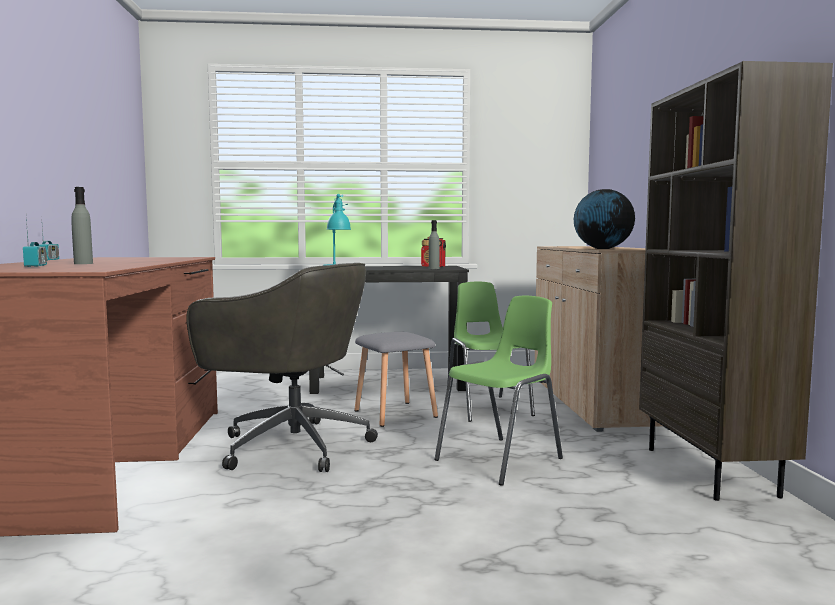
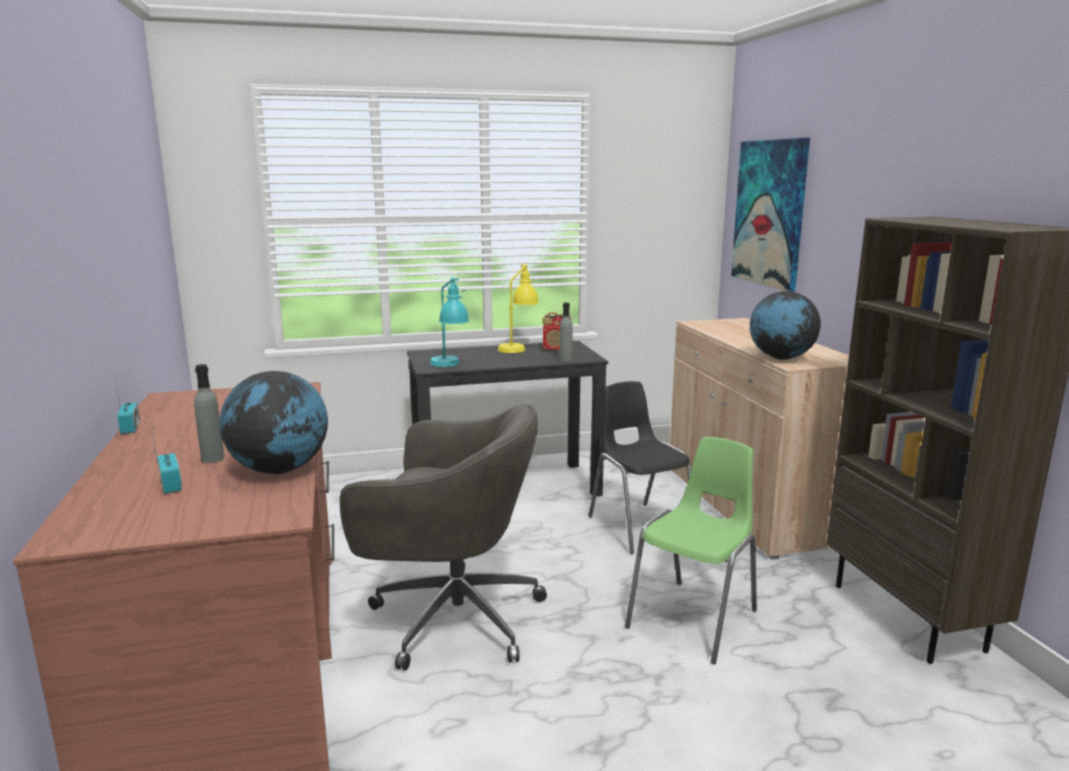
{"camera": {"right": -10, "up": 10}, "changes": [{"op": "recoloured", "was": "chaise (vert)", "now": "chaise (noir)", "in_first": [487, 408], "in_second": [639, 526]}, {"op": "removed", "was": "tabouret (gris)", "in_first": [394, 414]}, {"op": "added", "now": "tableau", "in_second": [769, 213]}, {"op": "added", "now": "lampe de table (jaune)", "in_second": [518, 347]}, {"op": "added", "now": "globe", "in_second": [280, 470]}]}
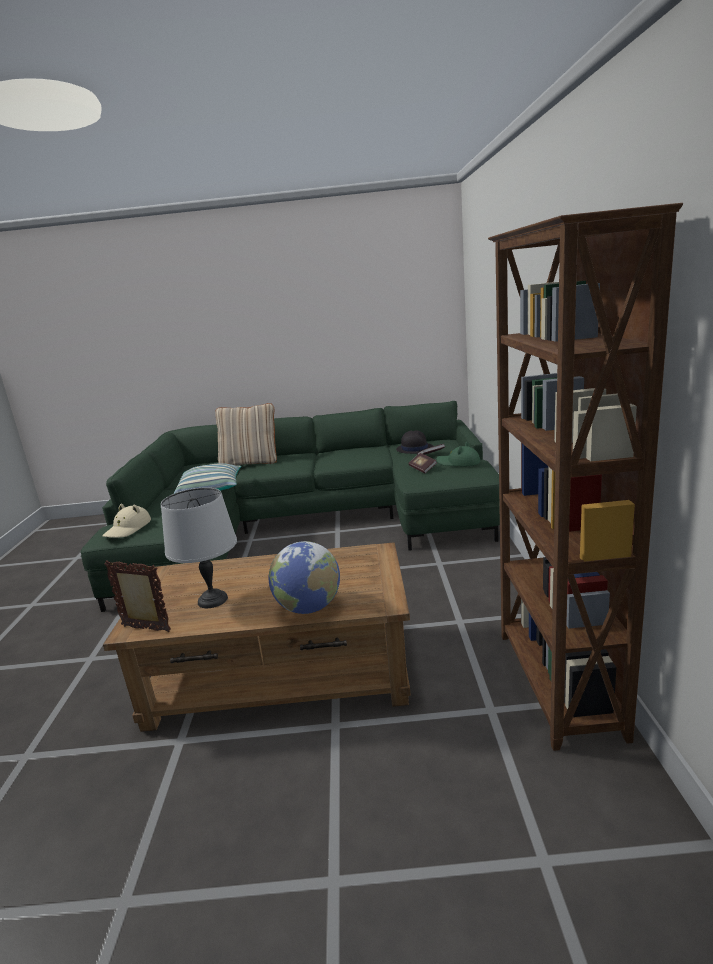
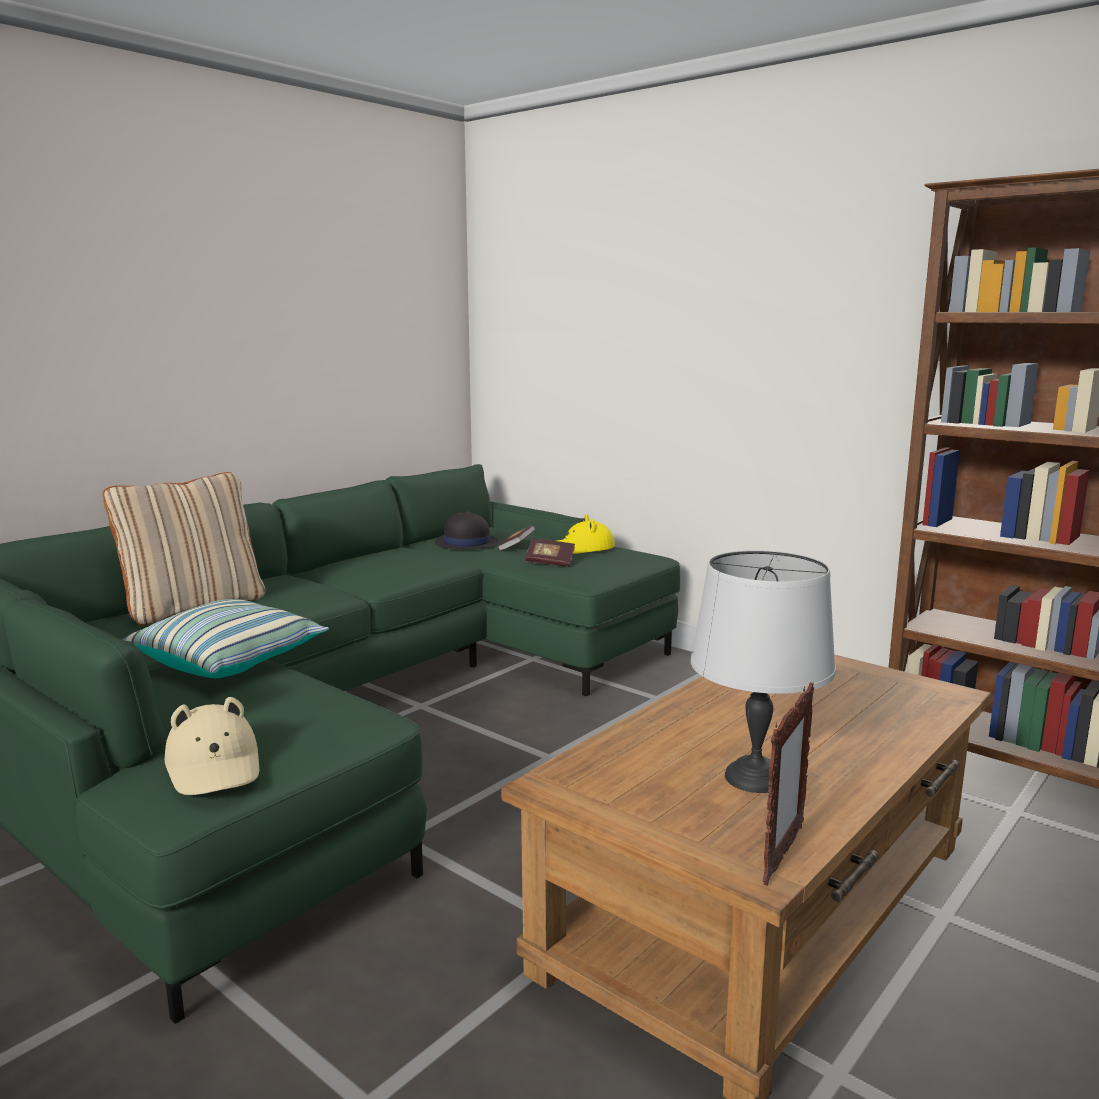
{"camera": {"right": -50, "up": -5}, "changes": [{"op": "recoloured", "was": "chapeau (vert)", "now": "chapeau (jaune)", "in_first": [458, 463], "in_second": [579, 549]}, {"op": "removed", "was": "globe", "in_first": [309, 608]}, {"op": "turned", "was": "cadre photo", "in_first": [146, 629], "in_second": [782, 855], "clockwise": 150}]}
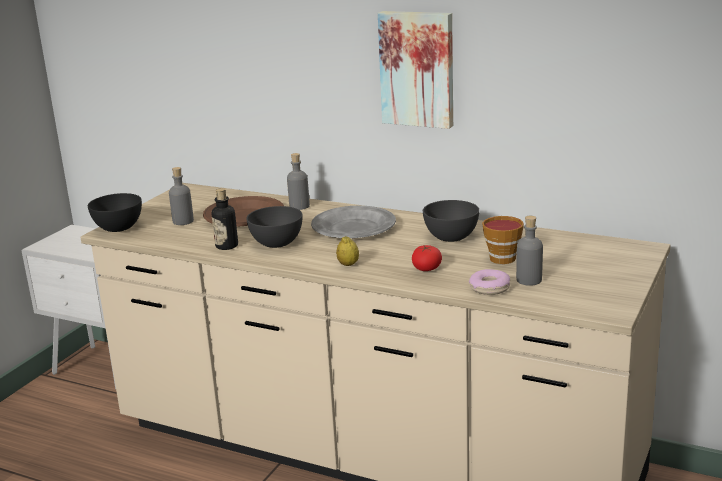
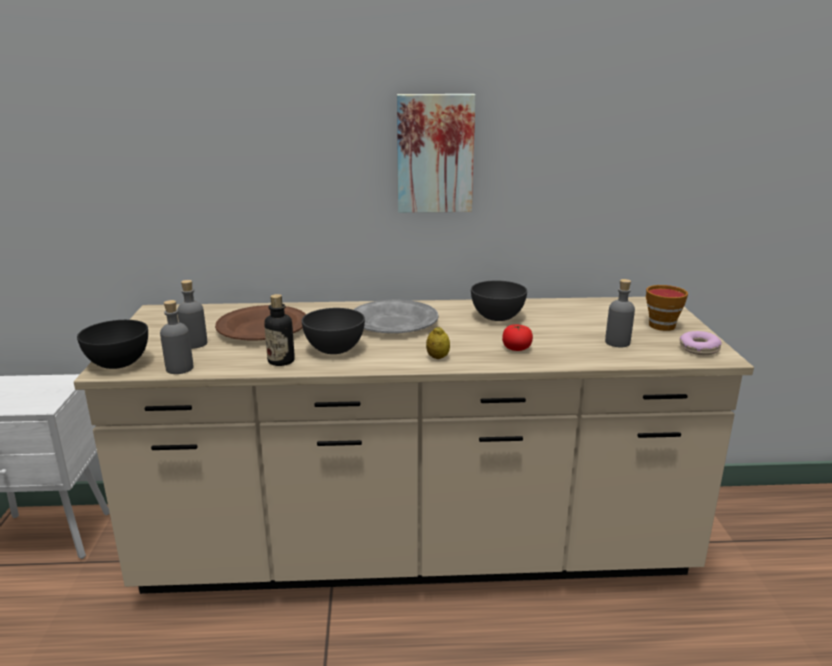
{"camera": {"right": -30, "up": 0}, "changes": [{"op": "moved", "was": "bouteille (gris)", "in_first": [299, 206], "in_second": [179, 368]}, {"op": "moved", "was": "tasse", "in_first": [501, 257], "in_second": [659, 324]}, {"op": "moved", "was": "beignet", "in_first": [489, 288], "in_second": [699, 349]}]}
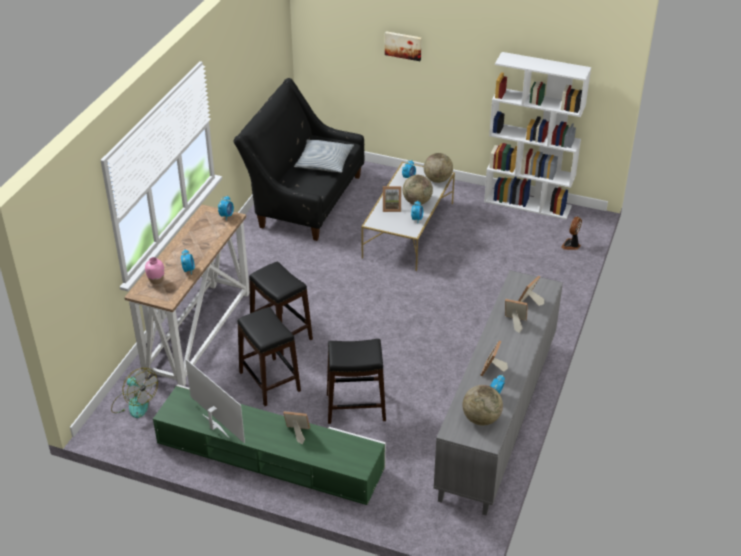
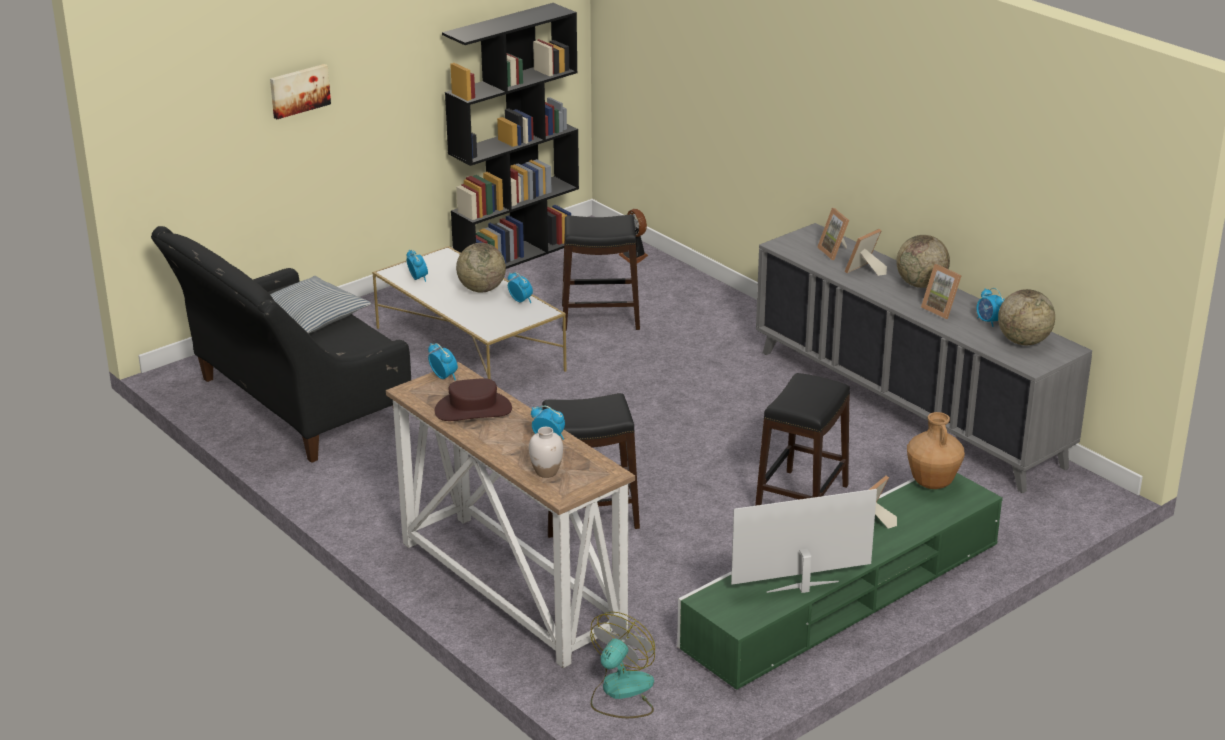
{"camera": {"right": -60, "up": -10}, "changes": [{"op": "recoloured", "was": "bibliothèque (blanc)", "now": "bibliothèque (noir)", "in_first": [528, 204], "in_second": [517, 254]}, {"op": "moved", "was": "globe", "in_first": [437, 179], "in_second": [921, 284]}, {"op": "removed", "was": "cadre photo", "in_first": [391, 207]}, {"op": "recoloured", "was": "vase (rose)", "now": "vase (blanc)", "in_first": [156, 280], "in_second": [546, 472]}, {"op": "moved", "was": "tabouret (noir)", "in_first": [269, 382], "in_second": [600, 317]}, {"op": "turned", "was": "ventilateur", "in_first": [134, 403], "in_second": [621, 692], "clockwise": -45}, {"op": "added", "now": "chapeau (marron)", "in_second": [473, 409]}, {"op": "added", "now": "vase (marron)", "in_second": [932, 483]}]}
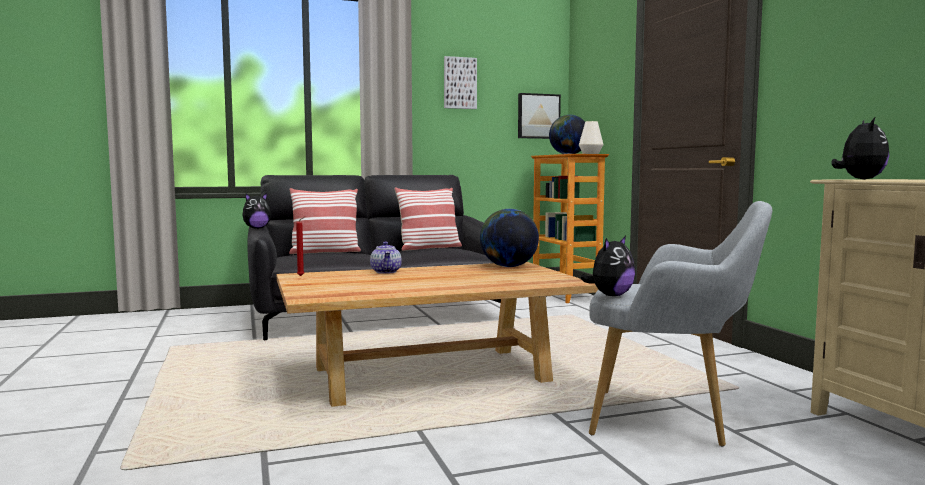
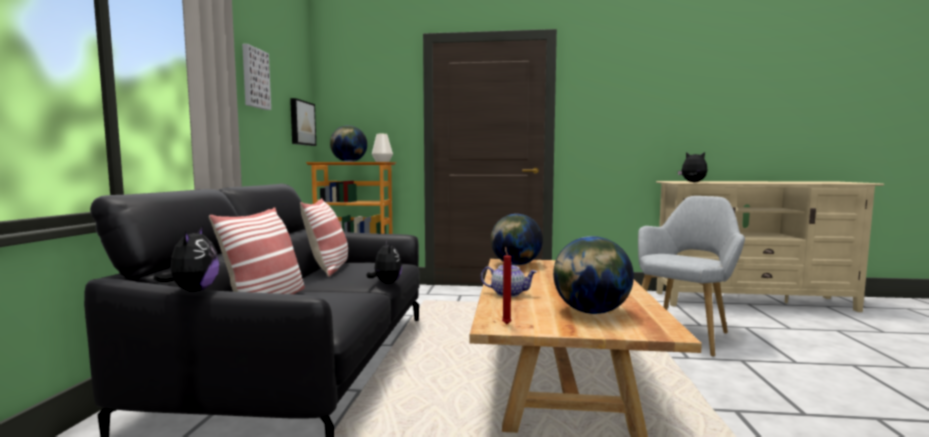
{"camera": {"right": -65, "up": 0}, "changes": [{"op": "moved", "was": "peluche", "in_first": [610, 295], "in_second": [386, 283]}, {"op": "added", "now": "globe", "in_second": [591, 312]}]}
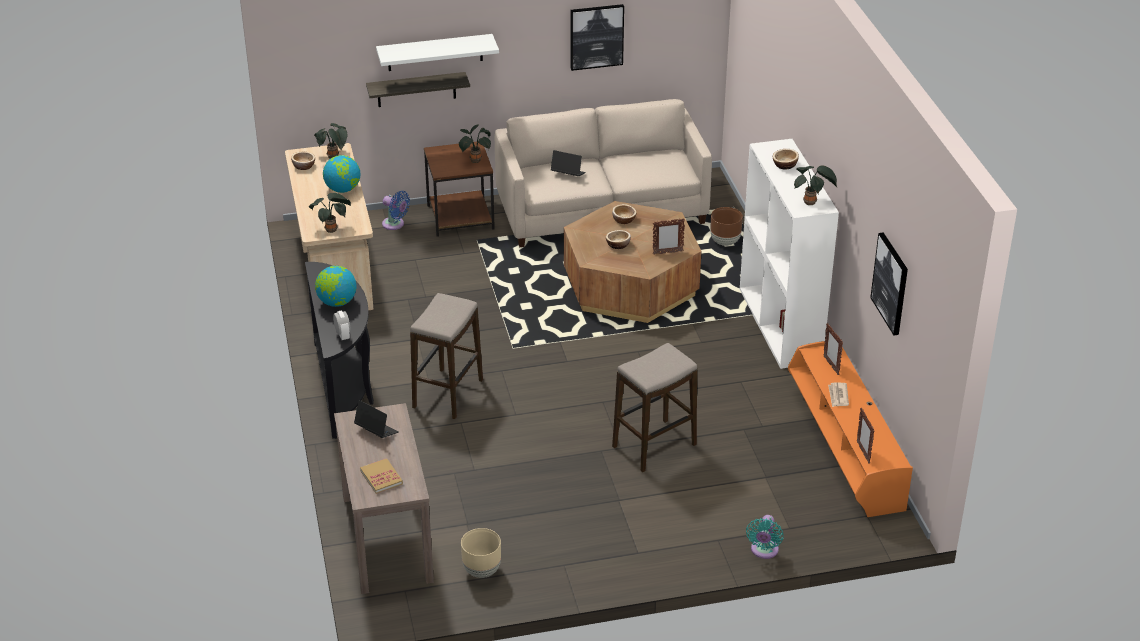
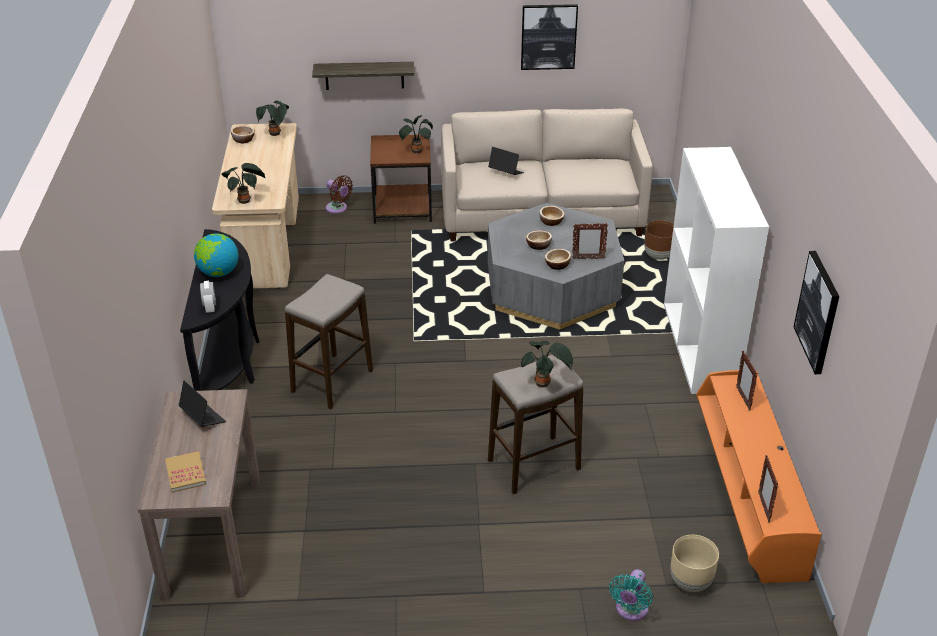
{"camera": {"right": 10, "up": 0}, "changes": [{"op": "removed", "was": "étagère (blanc)", "in_first": [435, 52]}, {"op": "moved", "was": "bol", "in_first": [785, 165], "in_second": [557, 265]}, {"op": "removed", "was": "globe", "in_first": [343, 189]}, {"op": "moved", "was": "plante en pot", "in_first": [811, 202], "in_second": [544, 384]}, {"op": "recoloured", "was": "ventilateur (bleu)", "now": "ventilateur (marron)", "in_first": [395, 224], "in_second": [338, 209]}, {"op": "recoloured", "was": "table basse (marron)", "now": "table basse (gris)", "in_first": [631, 284], "in_second": [552, 289]}, {"op": "removed", "was": "journal", "in_first": [838, 396]}, {"op": "moved", "was": "cache-pot (beige)", "in_first": [482, 570], "in_second": [691, 582]}]}
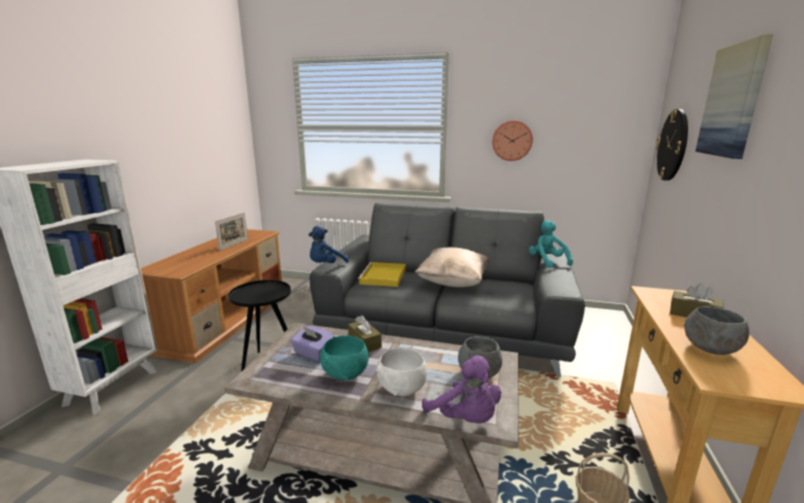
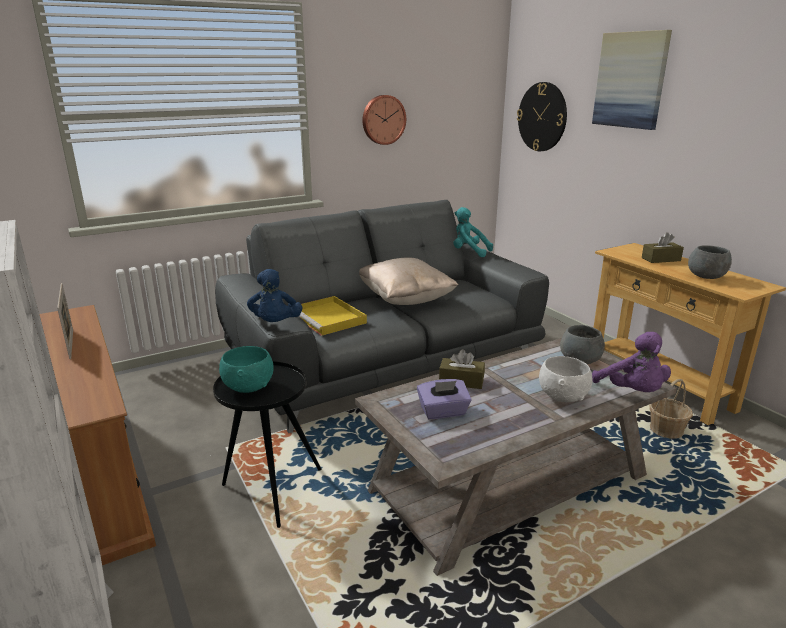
{"camera": {"right": -45, "up": 5}, "changes": [{"op": "moved", "was": "bol (turquoise)", "in_first": [346, 374], "in_second": [249, 387]}, {"op": "turned", "was": "peluche (violet)", "in_first": [465, 419], "in_second": [632, 392], "clockwise": 60}]}
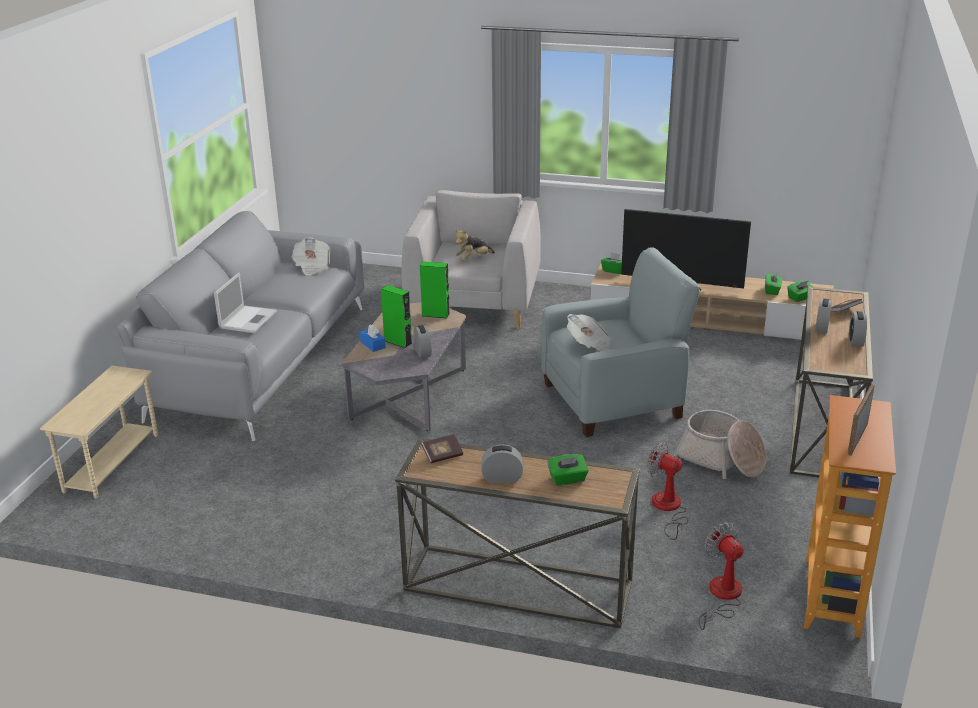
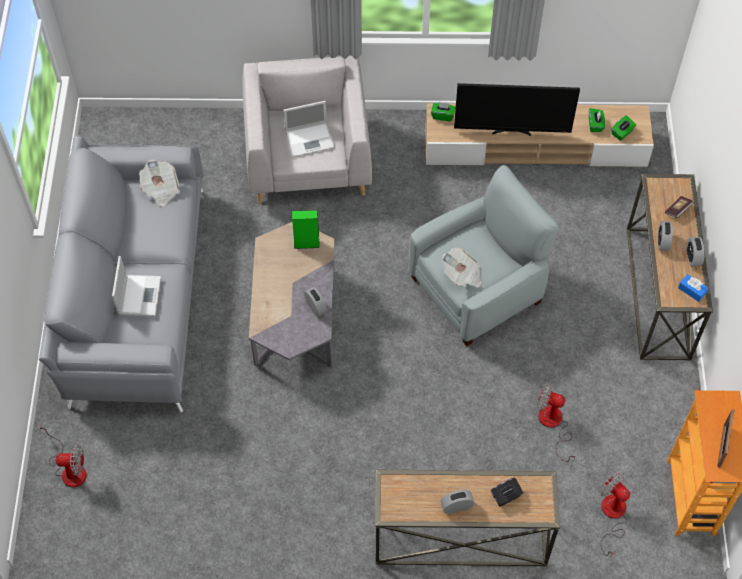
{"camera": {"right": -15, "up": 30}, "changes": [{"op": "replaced", "was": "peluche", "now": "ordinateur portable", "in_first": [473, 259], "in_second": [310, 139]}, {"op": "removed", "was": "enceinte (vert)", "in_first": [398, 342]}, {"op": "moved", "was": "boîte à mouchoirs (bleu)", "in_first": [373, 345], "in_second": [692, 290]}, {"op": "replaced", "was": "table d'appoint (beige)", "now": "ventilateur", "in_first": [111, 463], "in_second": [69, 469]}, {"op": "removed", "was": "panier", "in_first": [721, 460]}, {"op": "removed", "was": "livre", "in_first": [442, 455]}, {"op": "recoloured", "was": "boîte à mouchoirs (vert)", "now": "boîte à mouchoirs (noir)", "in_first": [567, 479], "in_second": [506, 496]}]}
